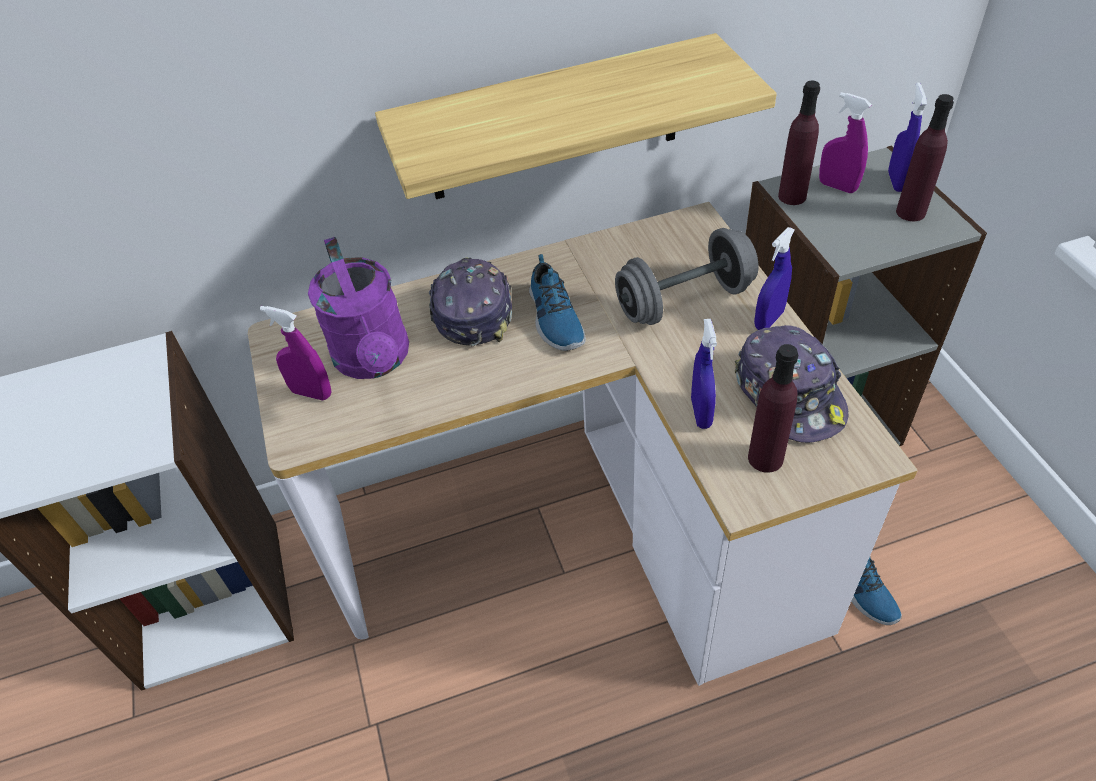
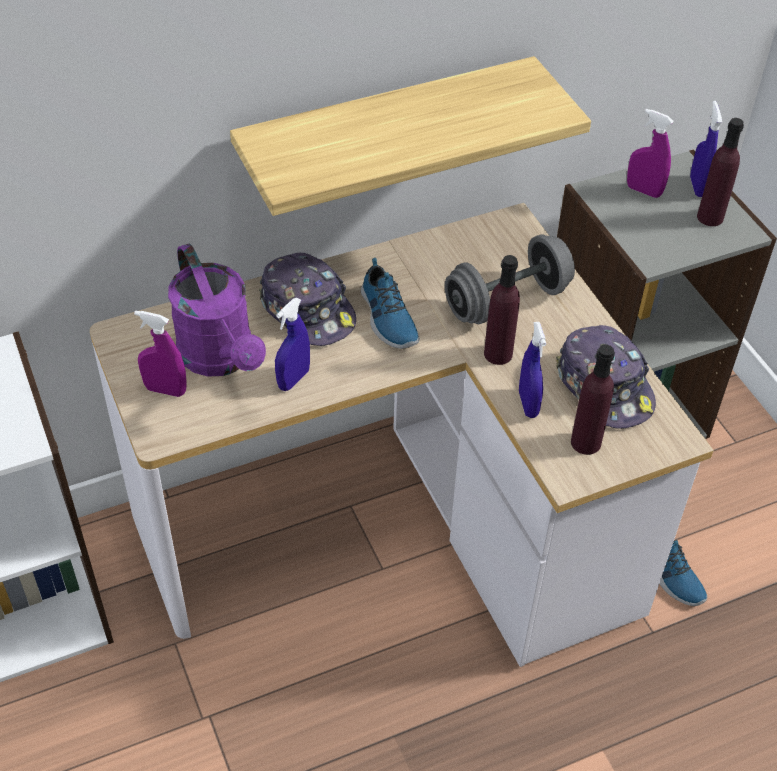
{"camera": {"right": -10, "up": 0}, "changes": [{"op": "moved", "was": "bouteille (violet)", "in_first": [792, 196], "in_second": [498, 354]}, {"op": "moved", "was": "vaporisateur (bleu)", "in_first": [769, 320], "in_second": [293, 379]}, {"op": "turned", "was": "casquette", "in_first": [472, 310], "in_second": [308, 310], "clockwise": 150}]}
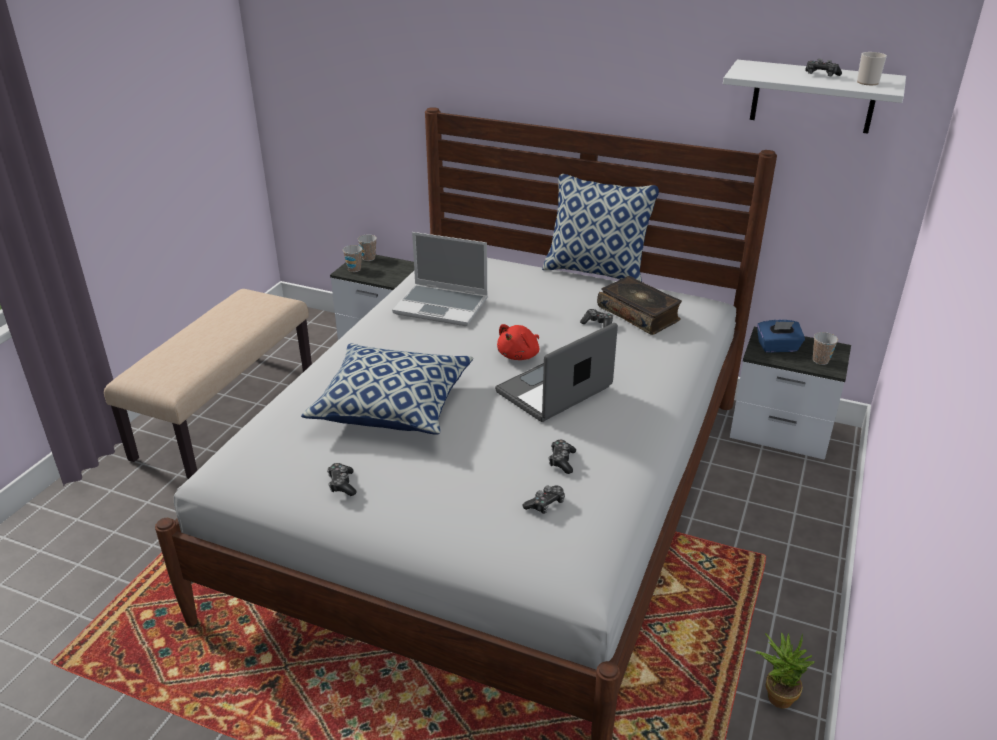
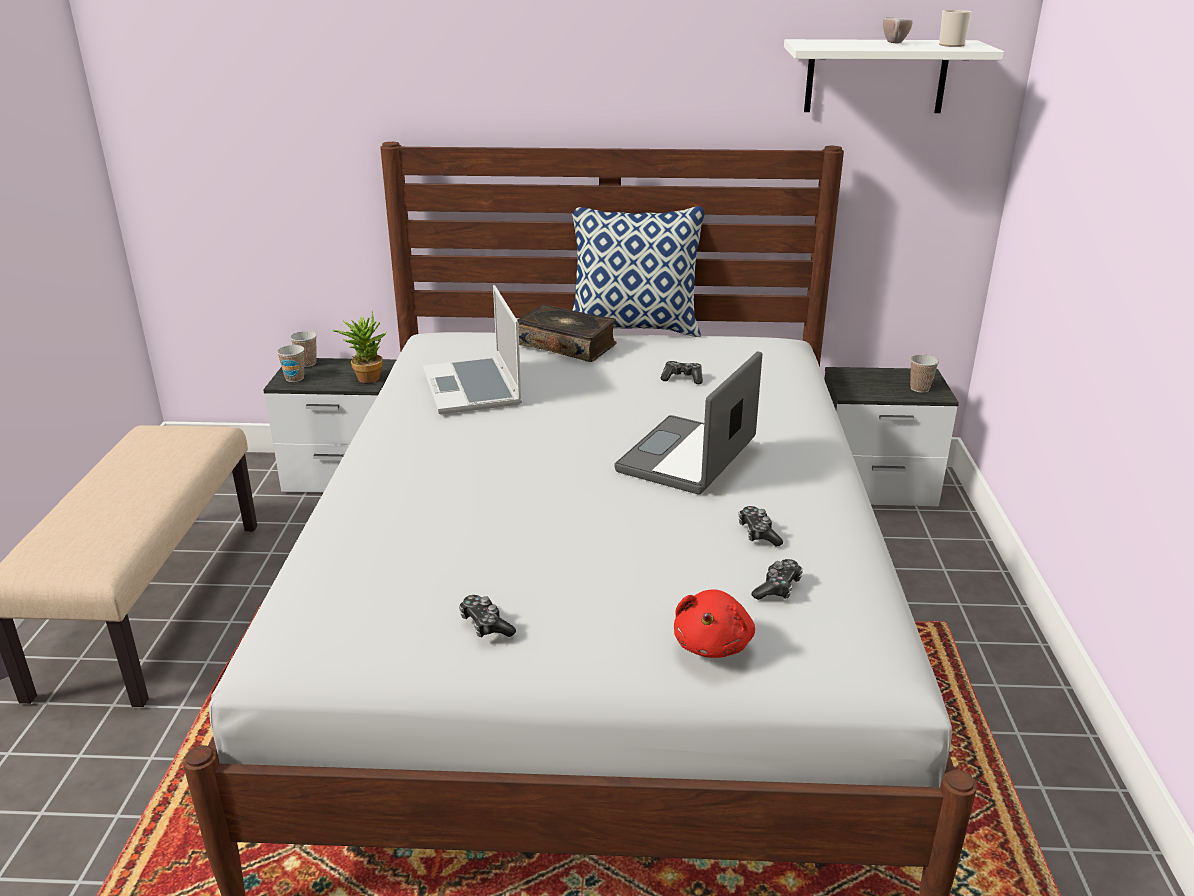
{"camera": {"right": -20, "up": -5}, "changes": [{"op": "replaced", "was": "manette", "now": "tasse (beige)", "in_first": [821, 75], "in_second": [895, 43]}, {"op": "turned", "was": "ordinateur portable", "in_first": [442, 306], "in_second": [473, 389], "clockwise": 75}, {"op": "moved", "was": "livre", "in_first": [639, 314], "in_second": [566, 344]}, {"op": "removed", "was": "boîte à mouchoirs (bleu)", "in_first": [778, 347]}, {"op": "moved", "was": "peluche (rouge)", "in_first": [519, 355], "in_second": [713, 644]}, {"op": "removed", "was": "coussin", "in_first": [393, 406]}, {"op": "moved", "was": "plante en pot", "in_first": [776, 694], "in_second": [365, 377]}]}
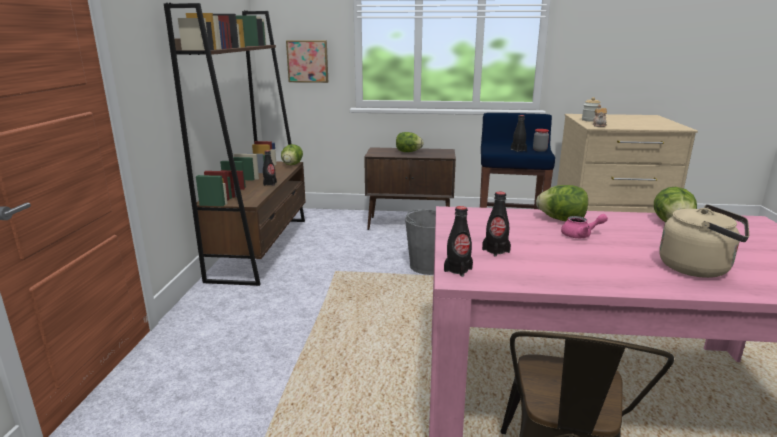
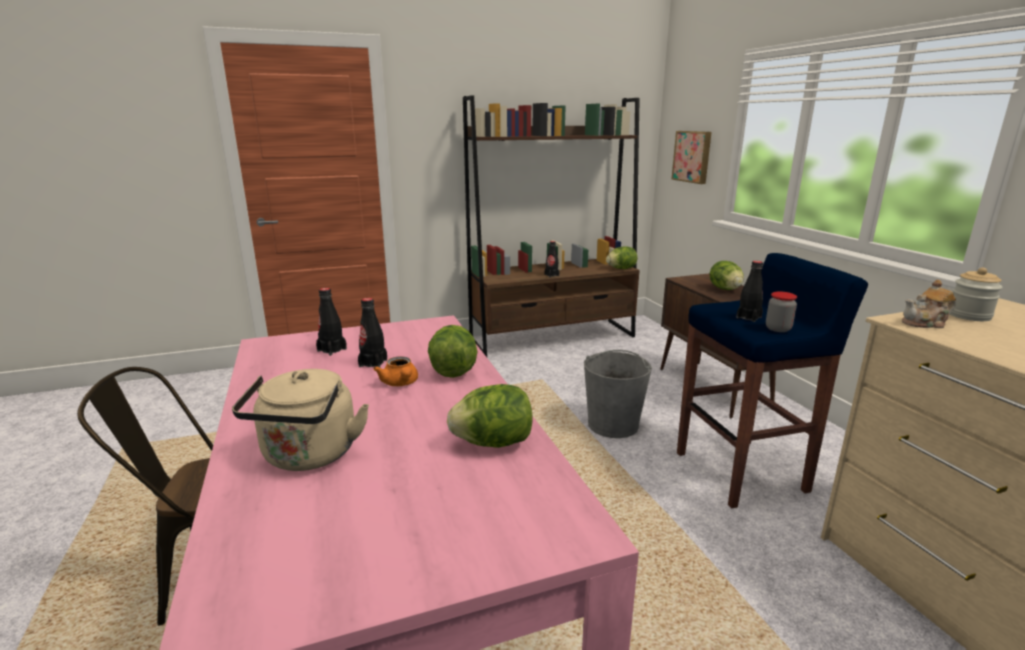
{"camera": {"right": 65, "up": 0}, "changes": [{"op": "moved", "was": "bouteille (noir)", "in_first": [458, 270], "in_second": [373, 363]}, {"op": "recoloured", "was": "théière (rose)", "now": "théière (orange)", "in_first": [580, 235], "in_second": [400, 383]}]}
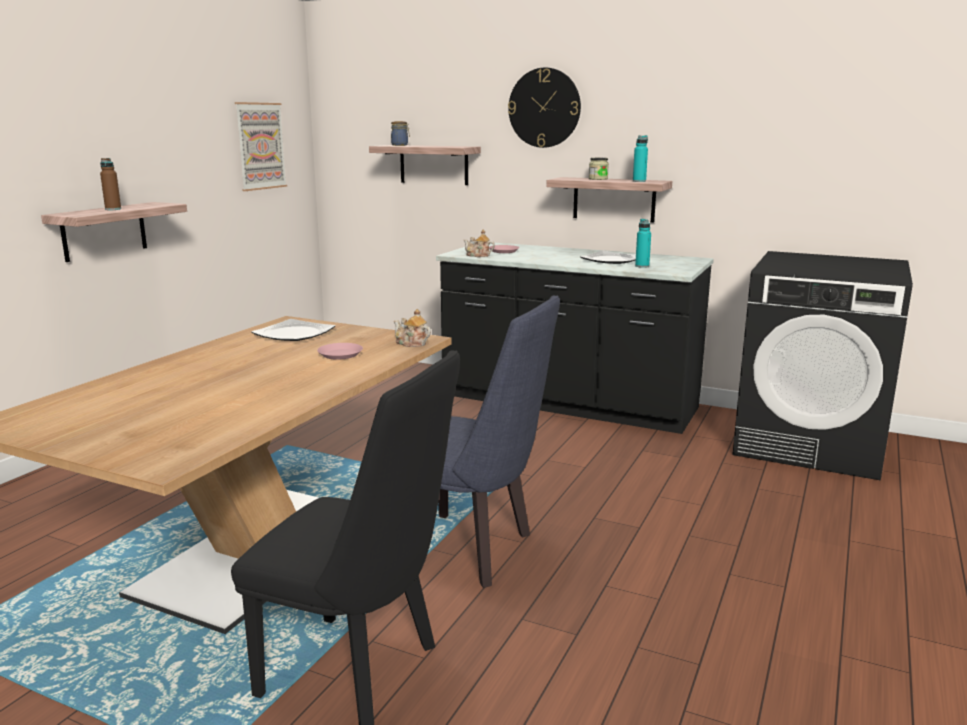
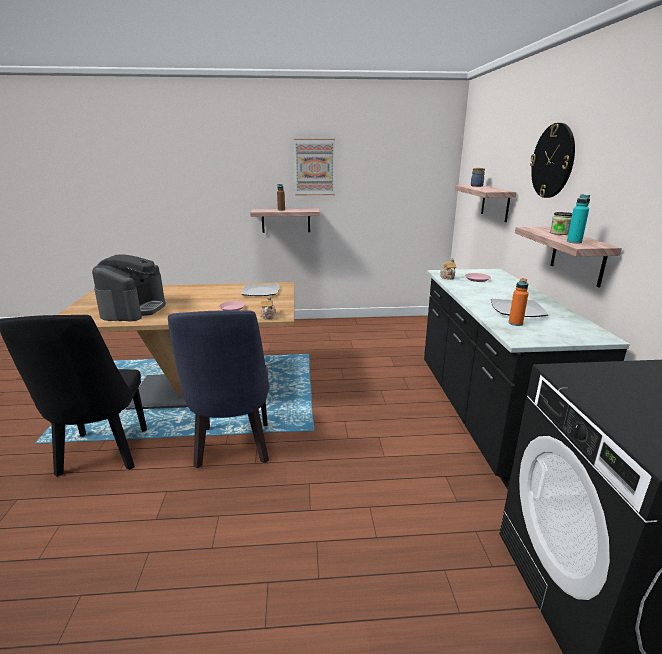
{"camera": {"right": 60, "up": 5}, "changes": [{"op": "moved", "was": "tableau", "in_first": [260, 146], "in_second": [314, 167]}, {"op": "recoloured", "was": "bouteille (turquoise)", "now": "bouteille (orange)", "in_first": [642, 266], "in_second": [515, 323]}, {"op": "added", "now": "machine à café", "in_second": [134, 309]}]}
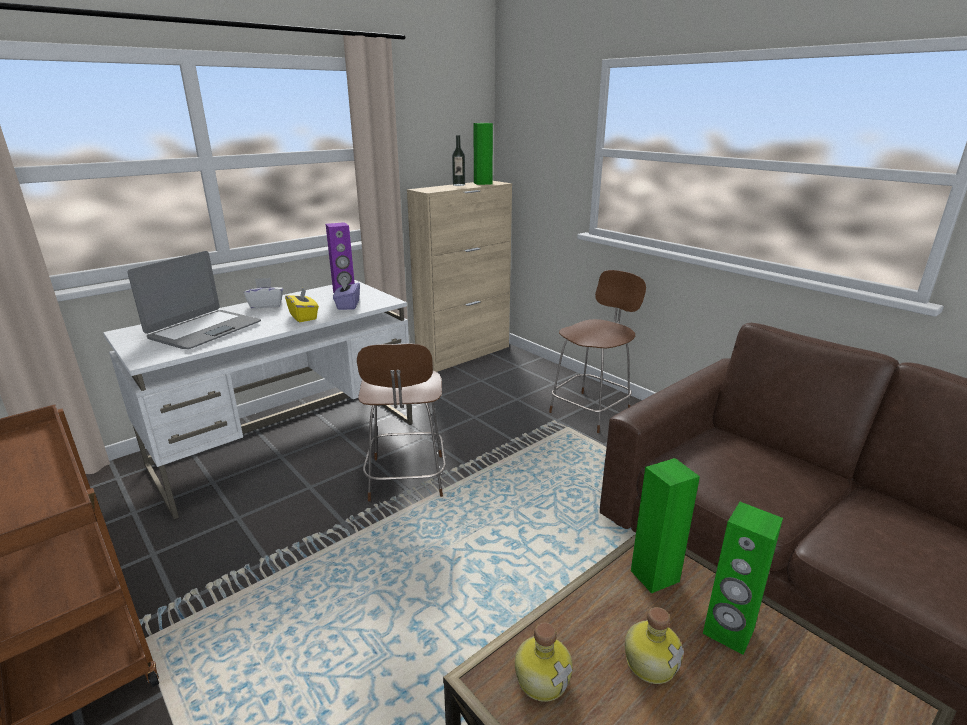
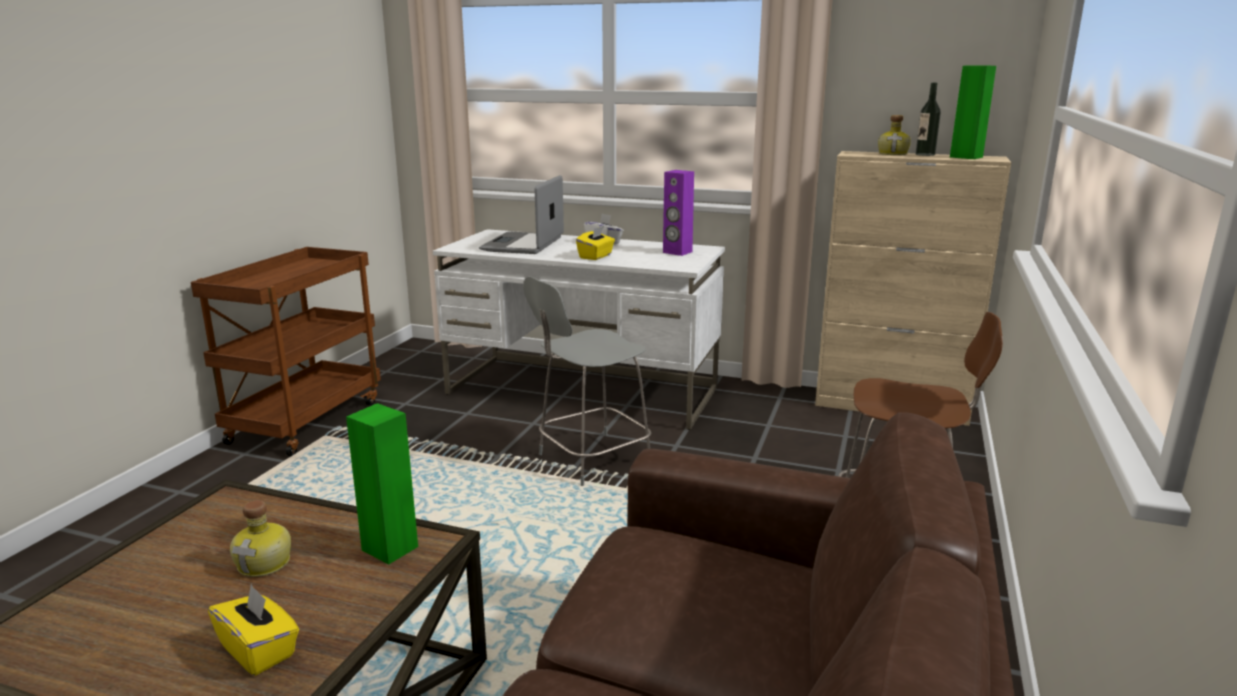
{"camera": {"right": 60, "up": -5}, "changes": [{"op": "turned", "was": "ordinateur portable", "in_first": [204, 330], "in_second": [523, 244], "clockwise": 105}, {"op": "removed", "was": "boîte à mouchoirs (violet)", "in_first": [348, 305]}, {"op": "recoloured", "was": "chaise (marron)", "now": "chaise (gris)", "in_first": [406, 479], "in_second": [590, 460]}, {"op": "removed", "was": "enceinte (vert)", "in_first": [728, 632]}, {"op": "moved", "was": "bouteille", "in_first": [542, 677], "in_second": [893, 154]}, {"op": "added", "now": "boîte à mouchoirs (jaune)", "in_second": [259, 650]}]}
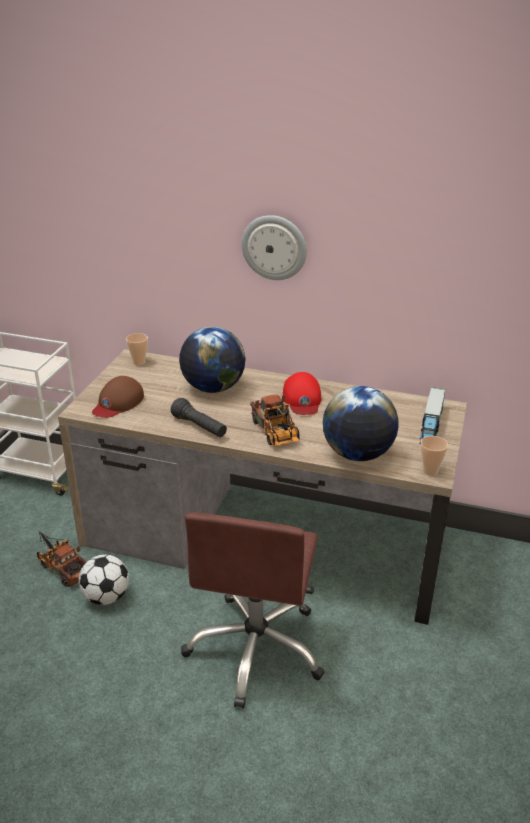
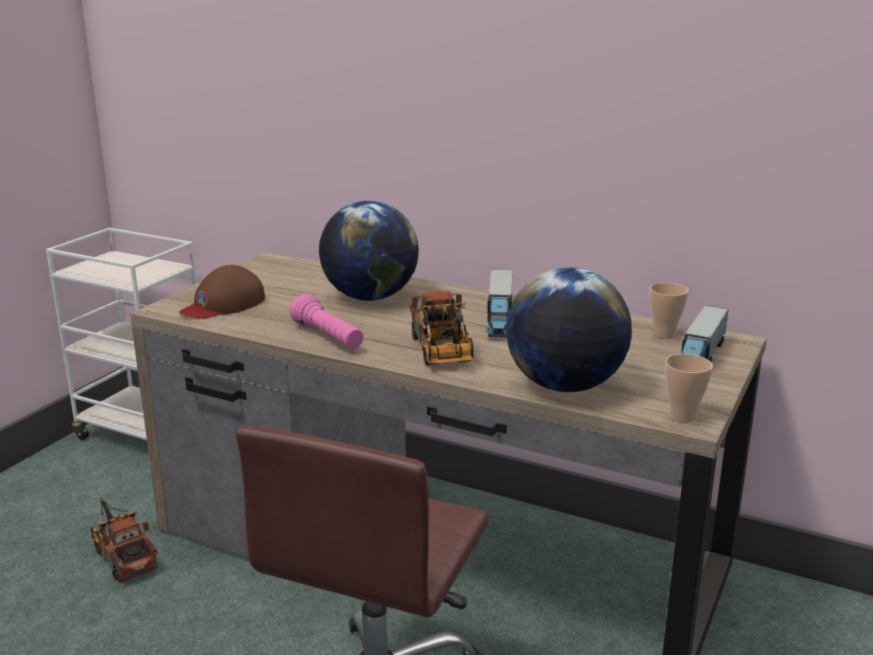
{"camera": {"right": 10, "up": -10}, "changes": [{"op": "removed", "was": "horloge murale", "in_first": [274, 247]}, {"op": "moved", "was": "tasse", "in_first": [139, 362], "in_second": [664, 334]}, {"op": "replaced", "was": "casquette (rouge)", "now": "camion jouet", "in_first": [302, 399], "in_second": [499, 317]}, {"op": "recoloured", "was": "lampe de poche (noir)", "now": "lampe de poche (rose)", "in_first": [199, 427], "in_second": [328, 338]}, {"op": "removed", "was": "ballon de foot", "in_first": [106, 597]}]}
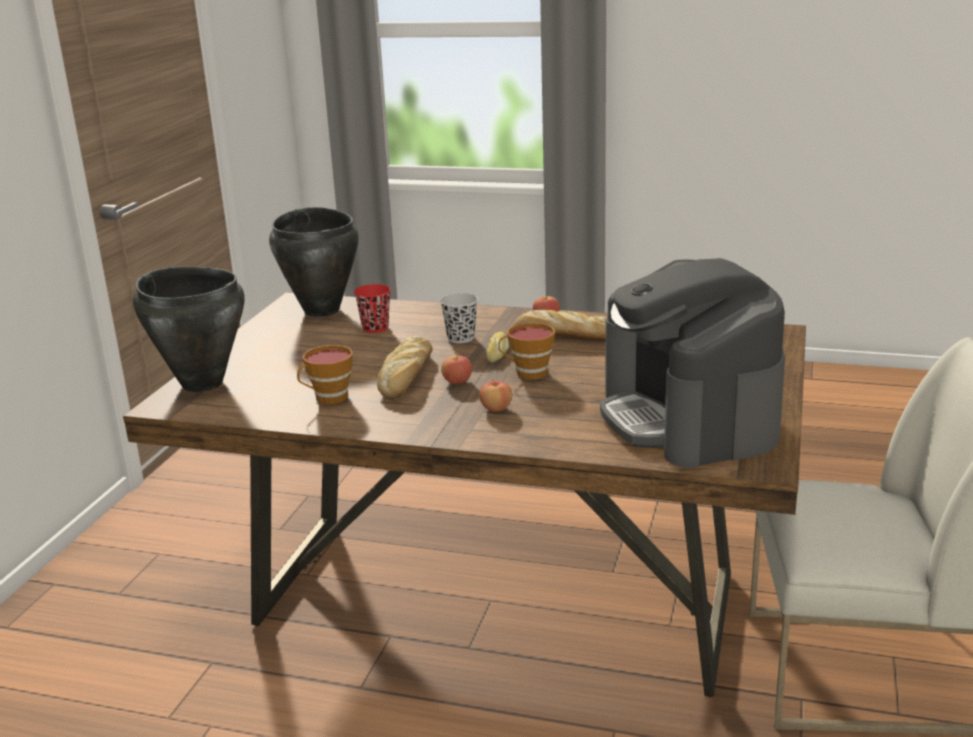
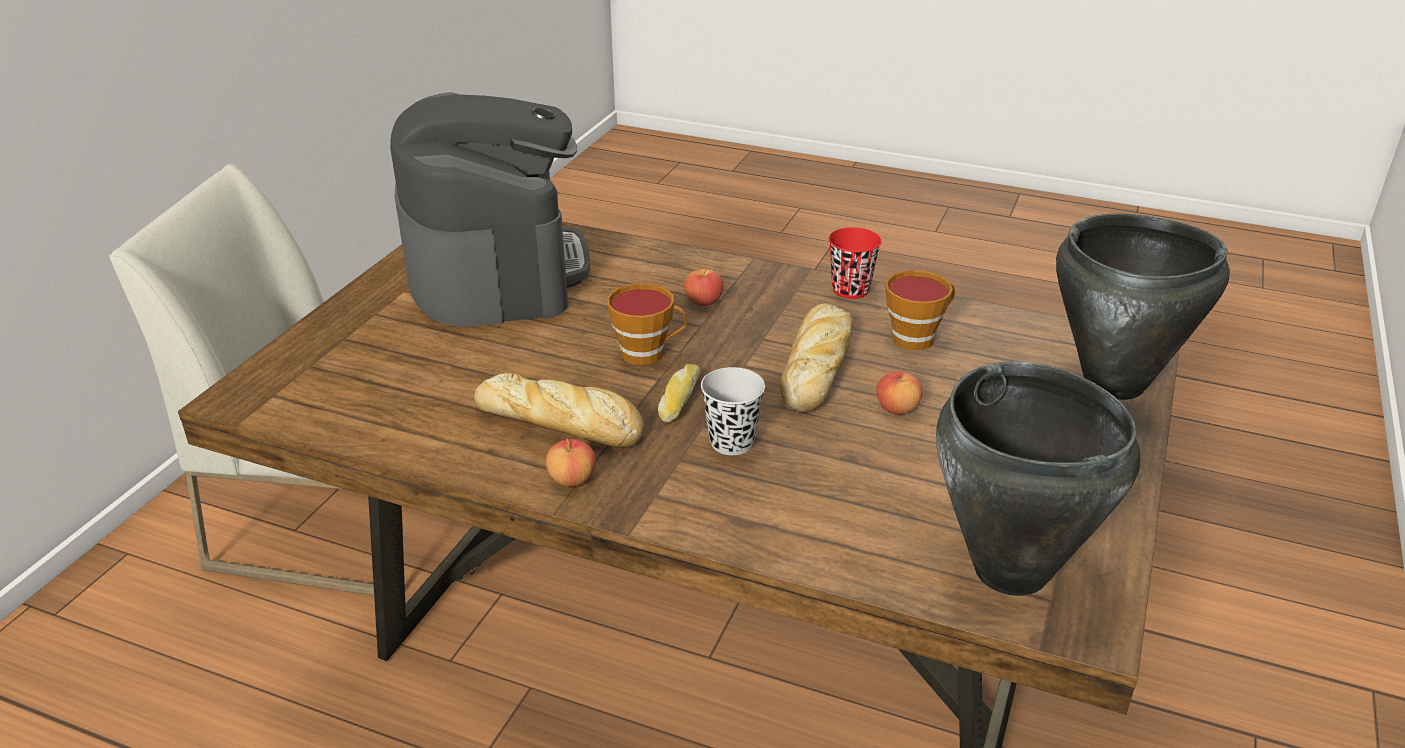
{"camera": {"right": -175, "up": 10}, "changes": [{"op": "moved", "was": "tasse (rouge)", "in_first": [375, 328], "in_second": [850, 290]}, {"op": "moved", "was": "pomme", "in_first": [457, 381], "in_second": [897, 409]}]}
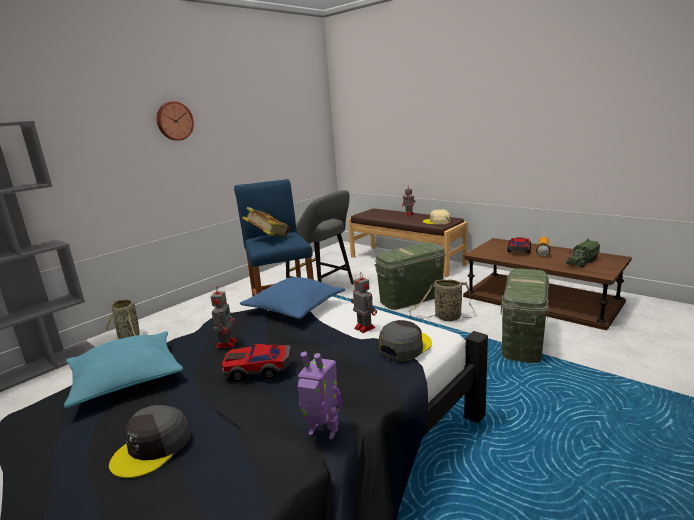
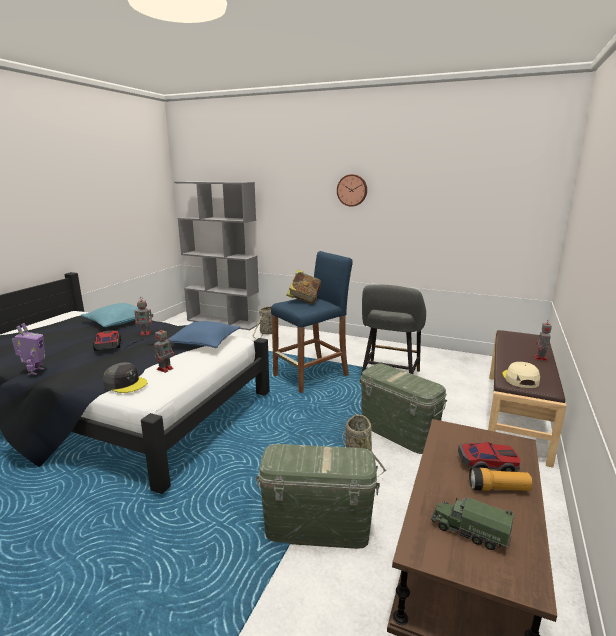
{"camera": {"right": 70, "up": 0}, "changes": [{"op": "removed", "was": "casquette (gris)", "in_first": [152, 448]}]}
